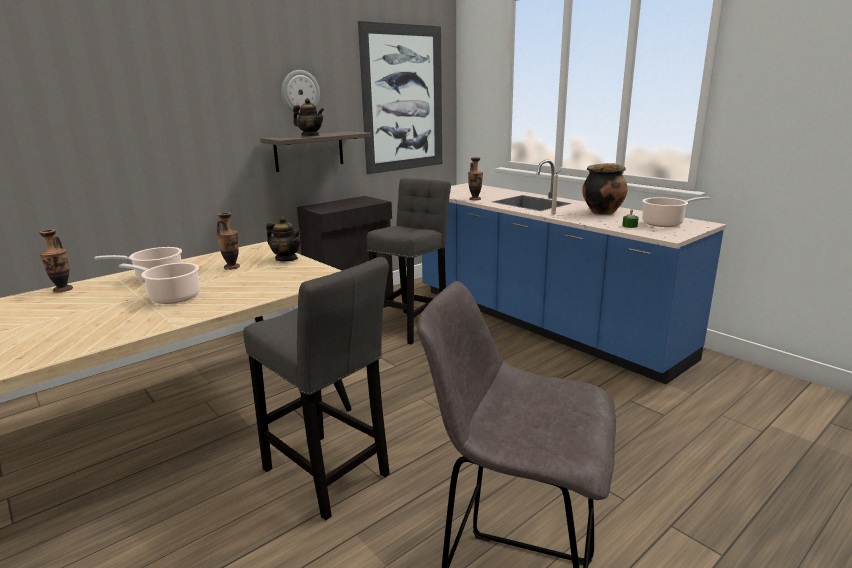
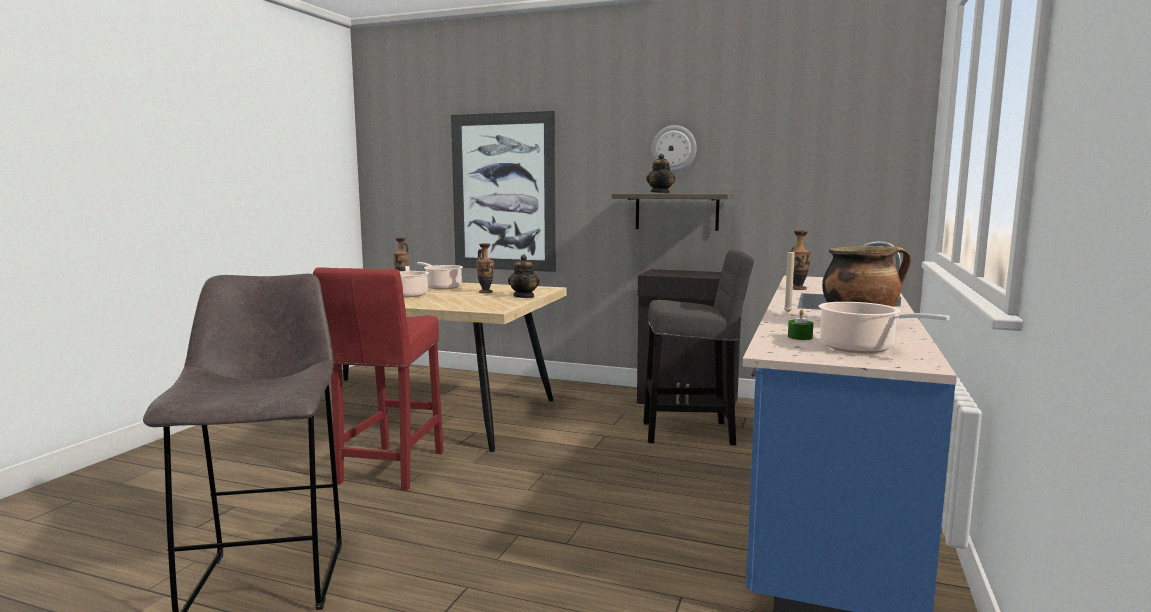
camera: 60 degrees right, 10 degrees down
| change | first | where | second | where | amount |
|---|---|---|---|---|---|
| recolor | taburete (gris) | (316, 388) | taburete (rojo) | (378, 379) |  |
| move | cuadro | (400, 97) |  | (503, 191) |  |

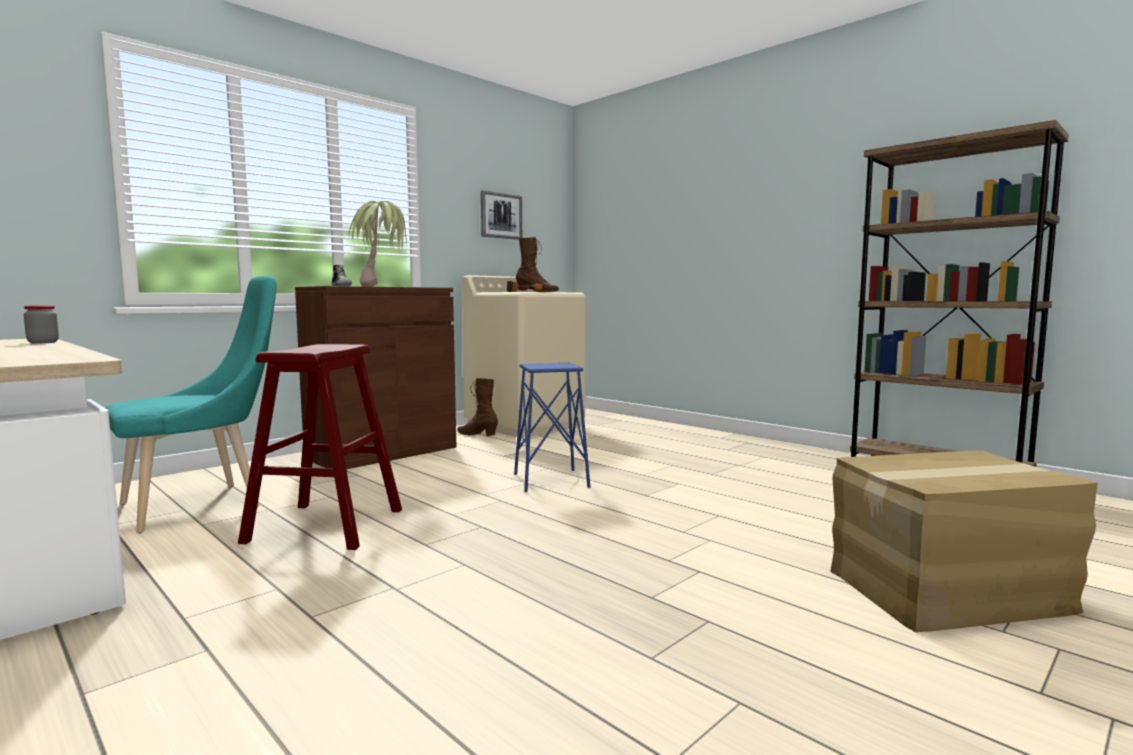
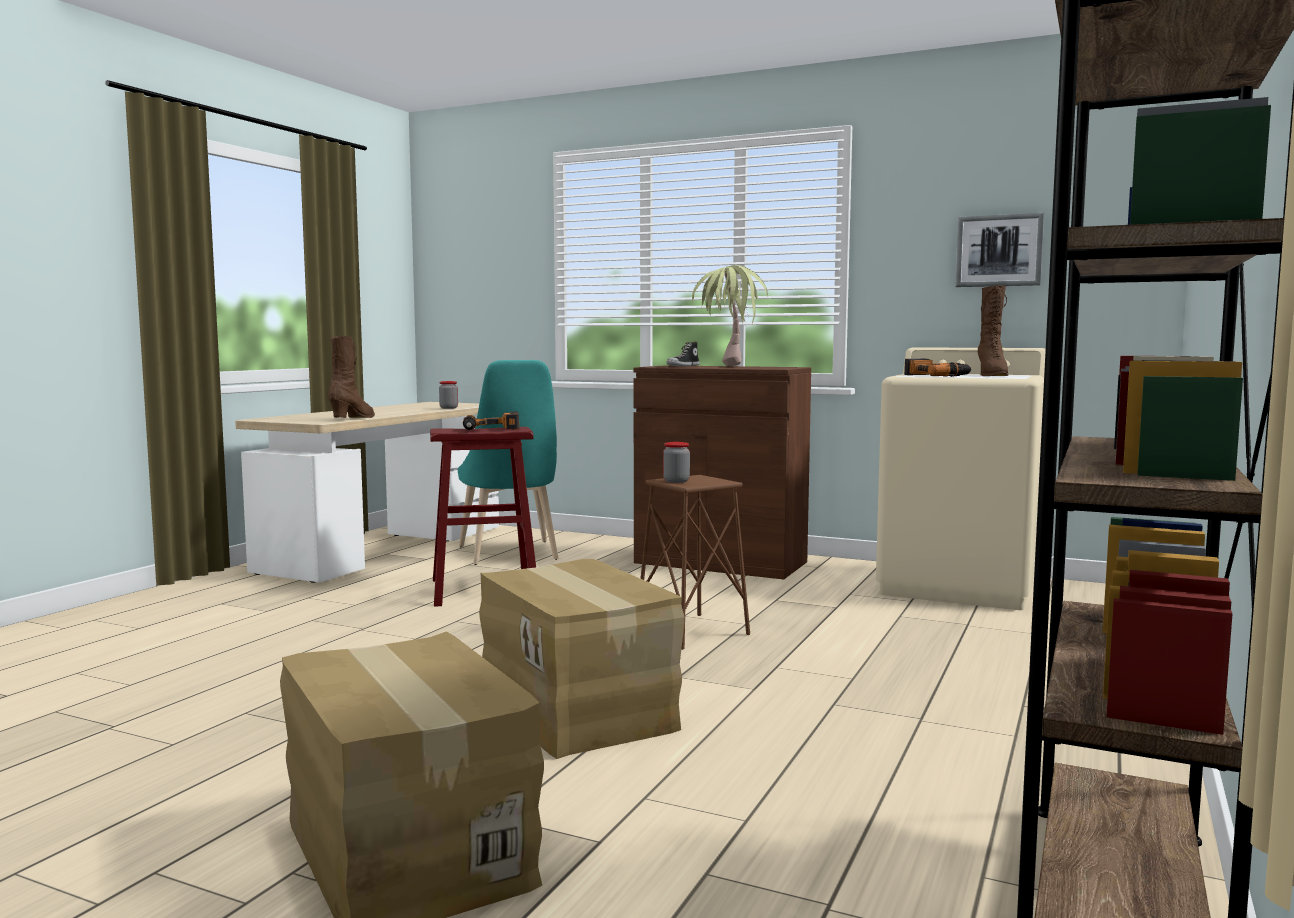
camera: 70 degrees right, 0 degrees up
| change | first | where | second | where | amount |
|---|---|---|---|---|---|
| rotate | silla (turquesa) | (191, 404) |  | (508, 462) | 45 degrees clockwise |
| move | bota (marrón) | (477, 407) |  | (351, 377) |  |
| recolor | taburete (azul) | (552, 427) | taburete (marrón) | (695, 562) |  |
| insert |  |  | taladro | (491, 420) |  |
| insert |  |  | caja de cartón | (582, 659) |  |
| insert |  |  | tarro | (676, 462) |  |

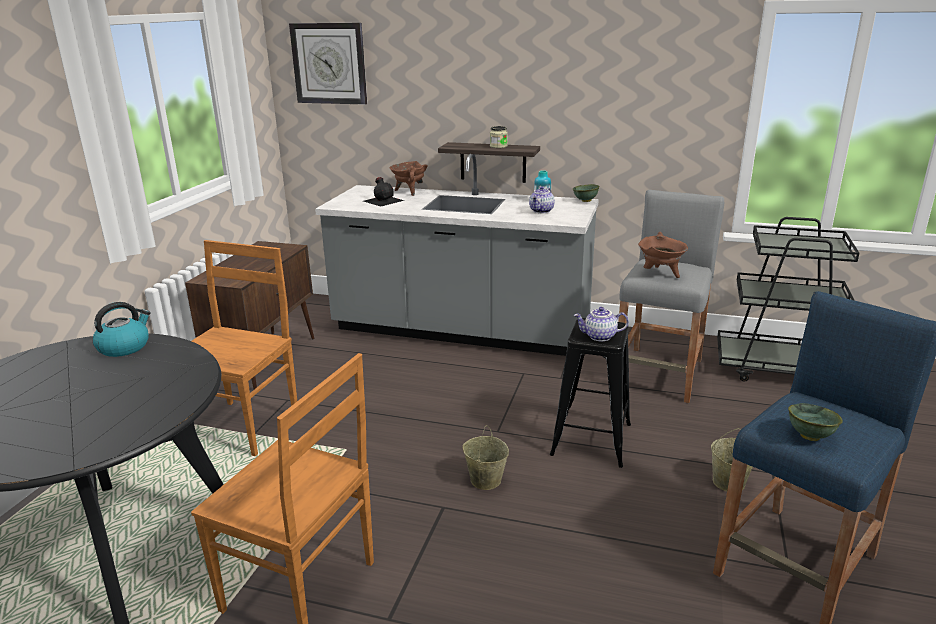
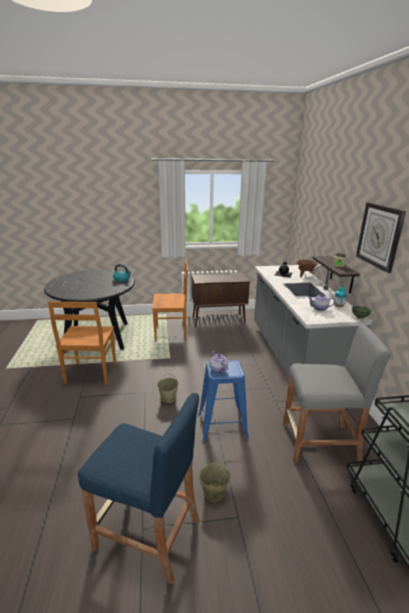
camera: 65 degrees right, 0 degrees up
| change | first | where | second | where | amount |
|---|---|---|---|---|---|
| move | reloj de pared | (328, 64) |  | (381, 237) |  |
| recolor | taburete (negro) | (590, 393) | taburete (azul) | (223, 401) |  |
| delete | olla (marrón) | (663, 255) |  |  |  |
| delete | cuenco (verde) | (815, 422) |  |  |  |

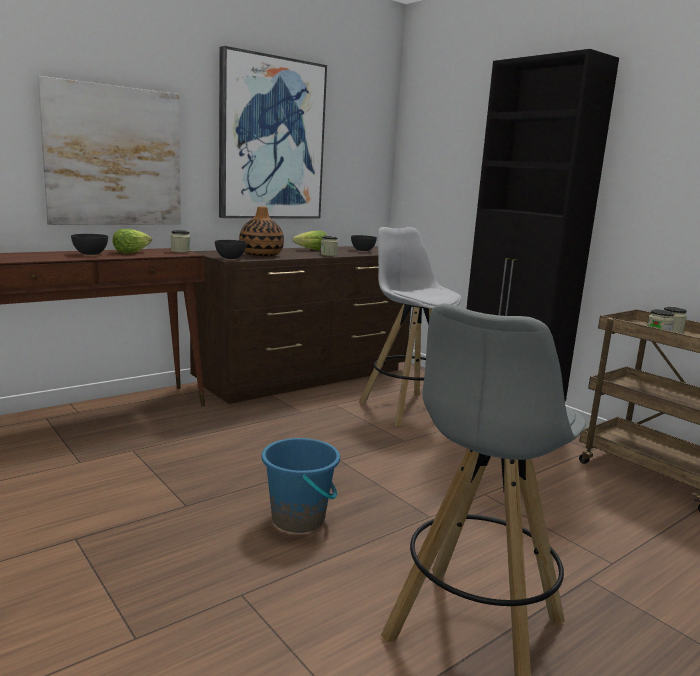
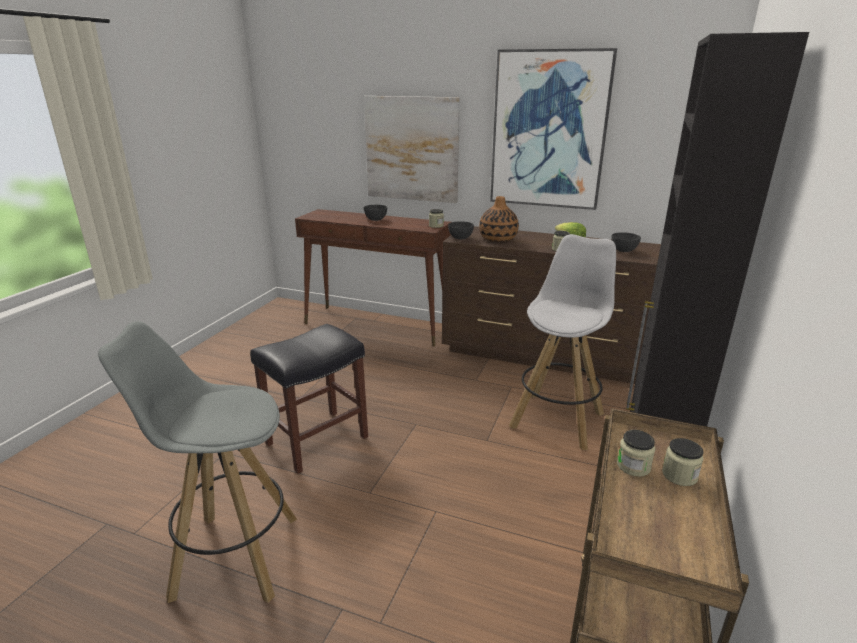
camera: 60 degrees right, 10 degrees up
| change | first | where | second | where | amount |
|---|---|---|---|---|---|
| delete | lechuga | (132, 241) |  |  |  |
| replace | cubo (azul) | (300, 485) | taburete (negro) | (309, 399) |  |

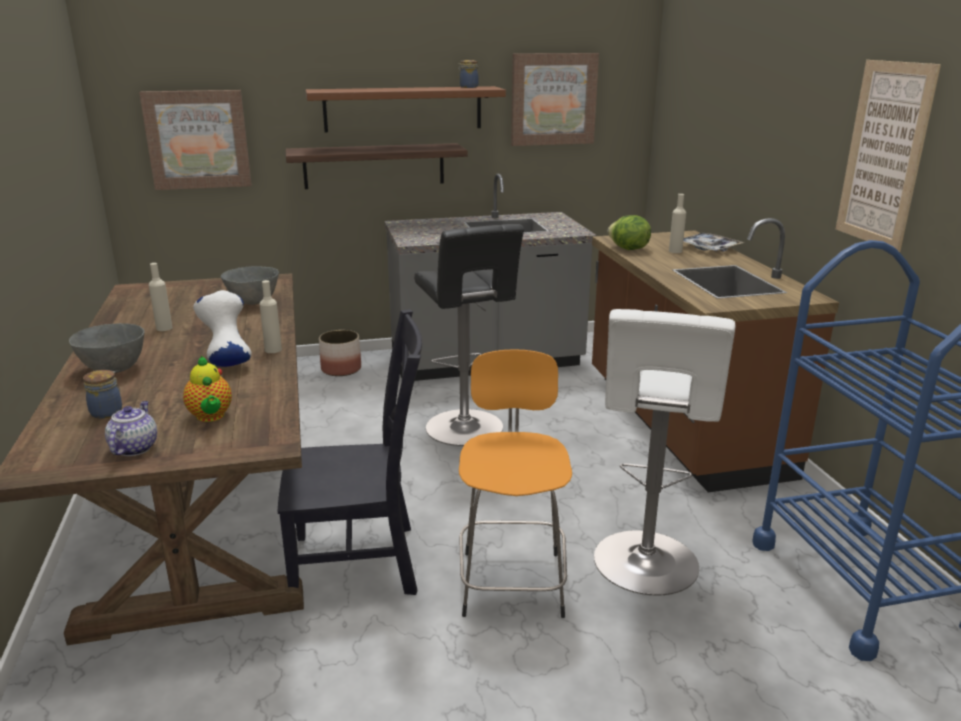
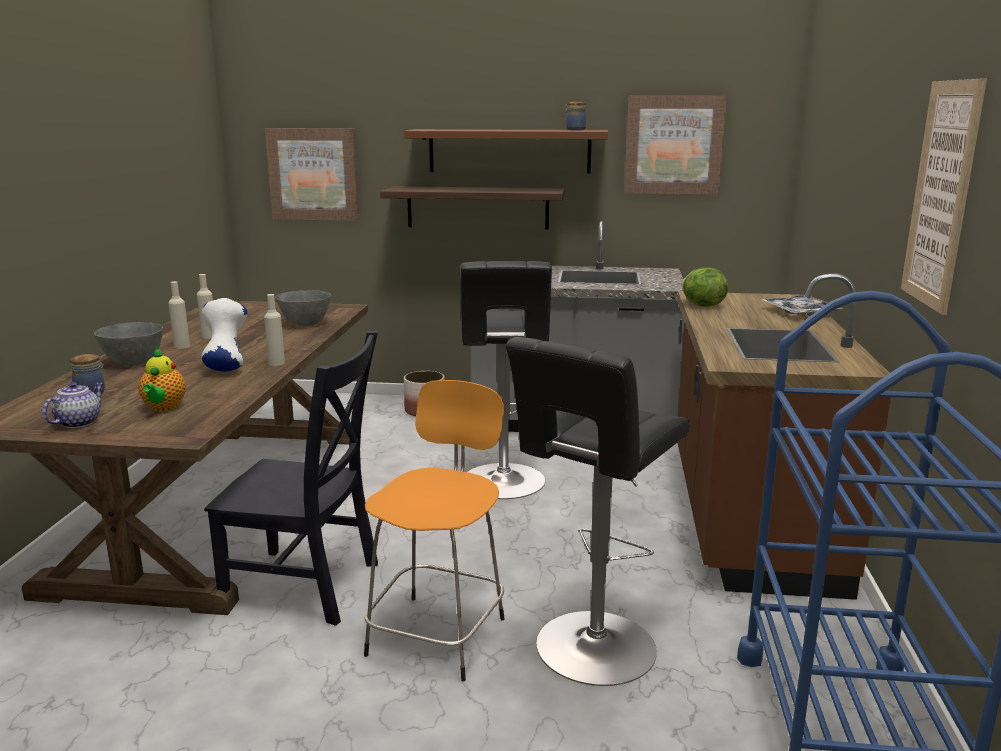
camera: 20 degrees right, 5 degrees down
| change | first | where | second | where | amount |
|---|---|---|---|---|---|
| recolor | taburete (blanco) | (665, 452) | taburete (negro) | (597, 511) |  |
| move | botella (beis) | (677, 223) |  | (179, 315) |  |

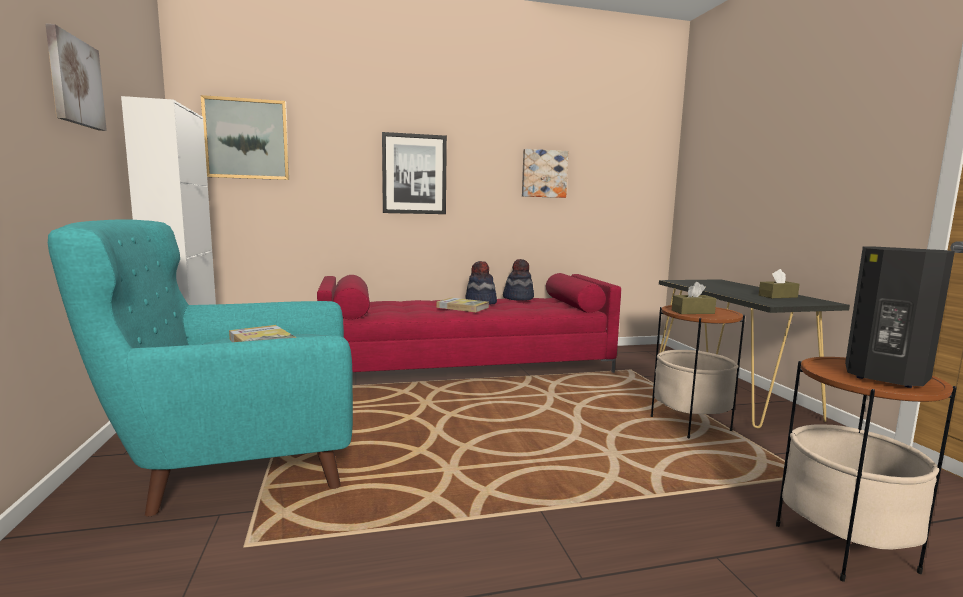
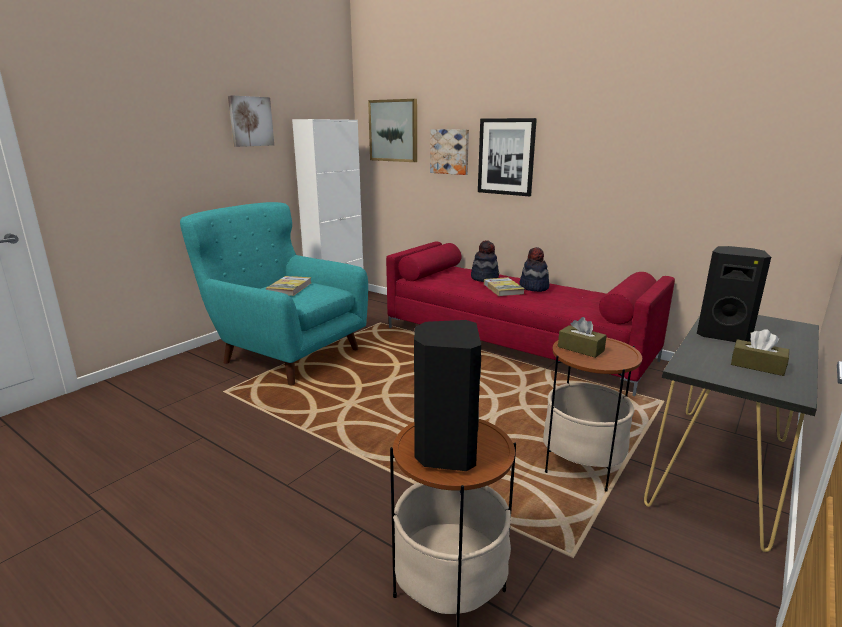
camera: 50 degrees right, 10 degrees up
| change | first | where | second | where | amount |
|---|---|---|---|---|---|
| move | sombrero | (518, 280) |  | (485, 261) |  |
| move | cuadro | (545, 173) |  | (449, 152) |  |
| insert |  |  | altavoz (negro) | (734, 294) |  |

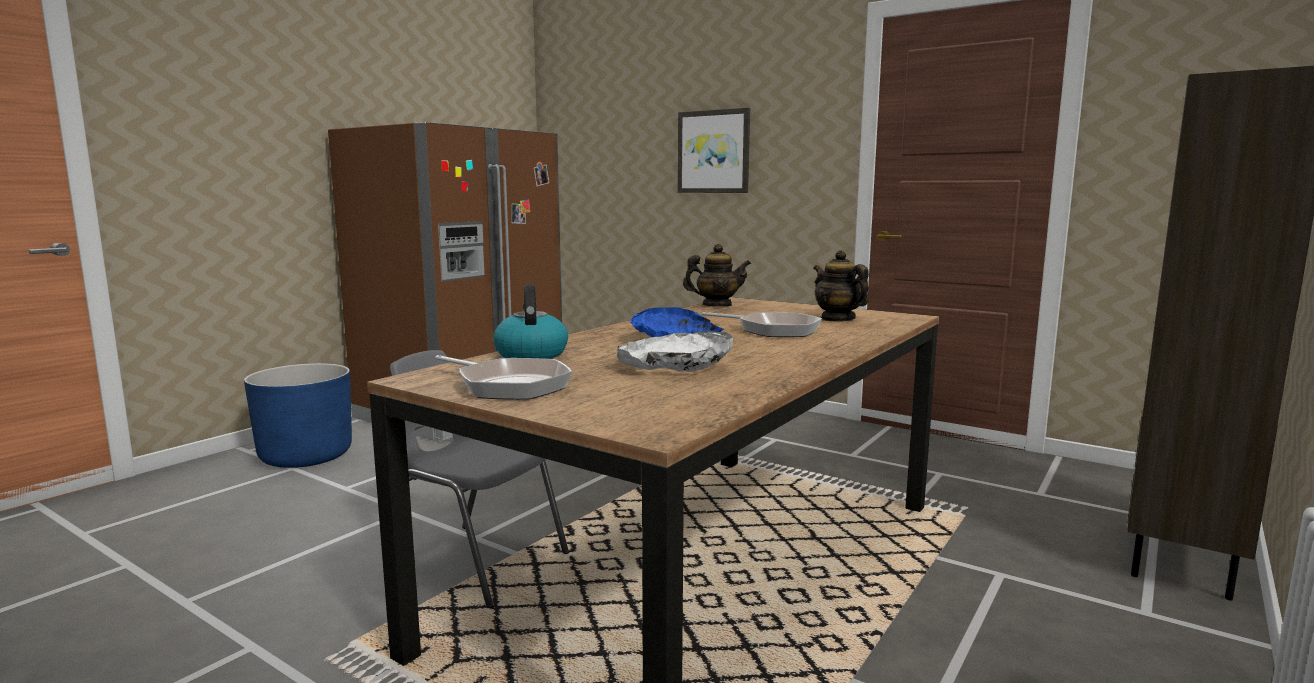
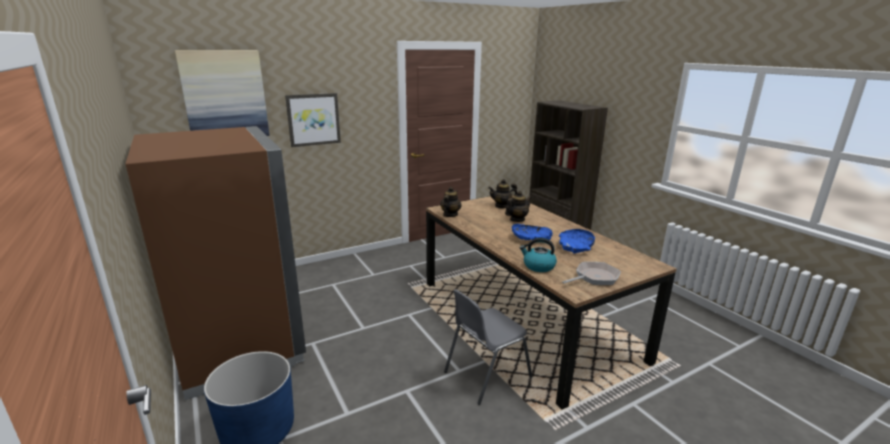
camera: 65 degrees left, 10 degrees up
| change | first | where | second | where | amount |
|---|---|---|---|---|---|
| recolor | cuenco (blanco) | (675, 351) | cuenco (azul) | (577, 241) |  |
| replace | sartén | (762, 324) | tetera | (518, 206) |  |
| insert |  |  | cuadro | (222, 93) |  |

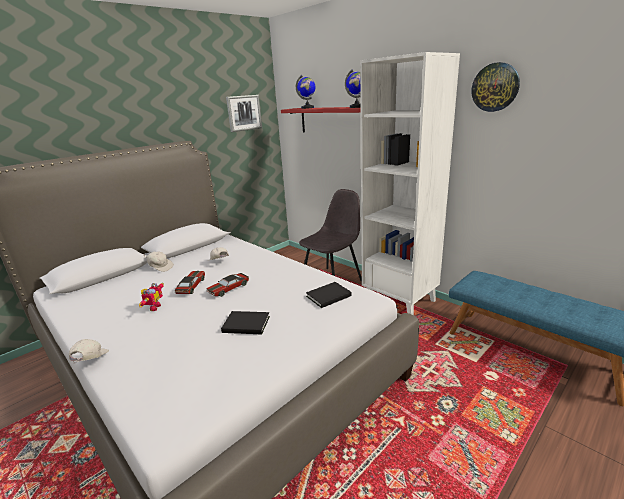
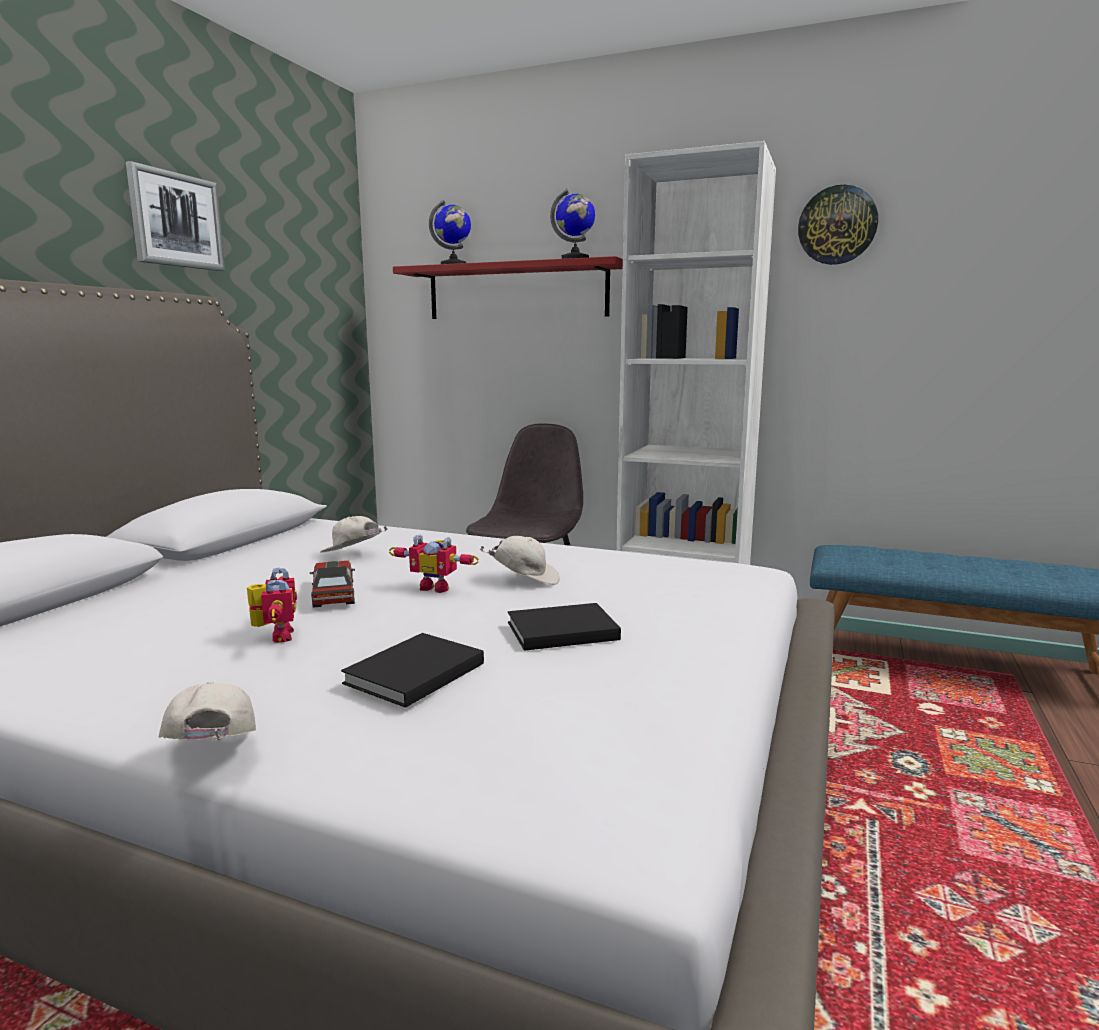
camera: 25 degrees left, 10 degrees down
| change | first | where | second | where | amount |
|---|---|---|---|---|---|
| move | gorra (blanco) | (158, 262) |  | (520, 560) |  |
| replace | coche de juguete | (227, 285) | robot de juguete | (434, 563) |  |
| move | cuadro | (244, 113) |  | (175, 216) |  |
| move | libro (negro) | (329, 295) |  | (412, 670) |  |

